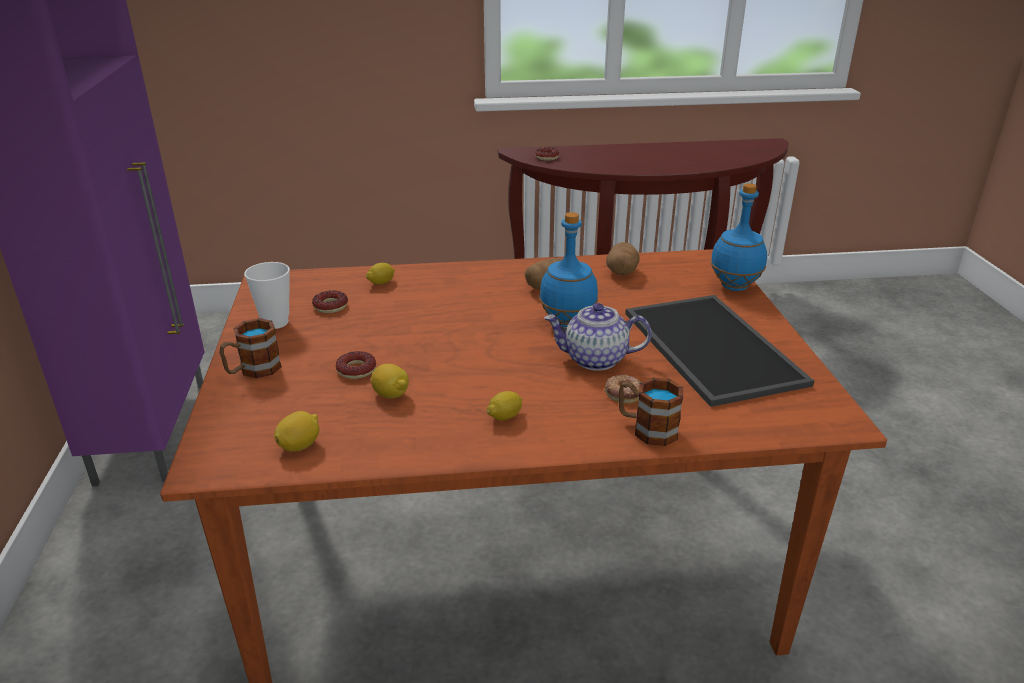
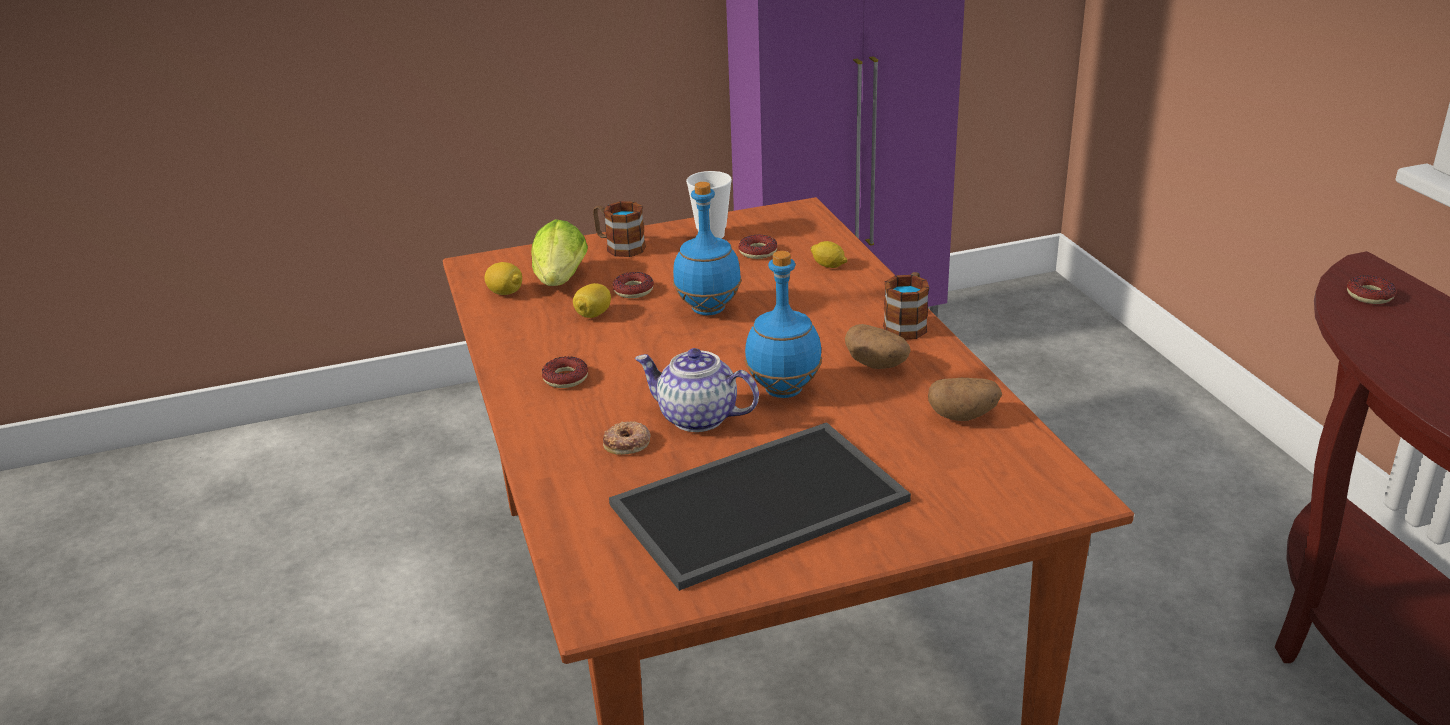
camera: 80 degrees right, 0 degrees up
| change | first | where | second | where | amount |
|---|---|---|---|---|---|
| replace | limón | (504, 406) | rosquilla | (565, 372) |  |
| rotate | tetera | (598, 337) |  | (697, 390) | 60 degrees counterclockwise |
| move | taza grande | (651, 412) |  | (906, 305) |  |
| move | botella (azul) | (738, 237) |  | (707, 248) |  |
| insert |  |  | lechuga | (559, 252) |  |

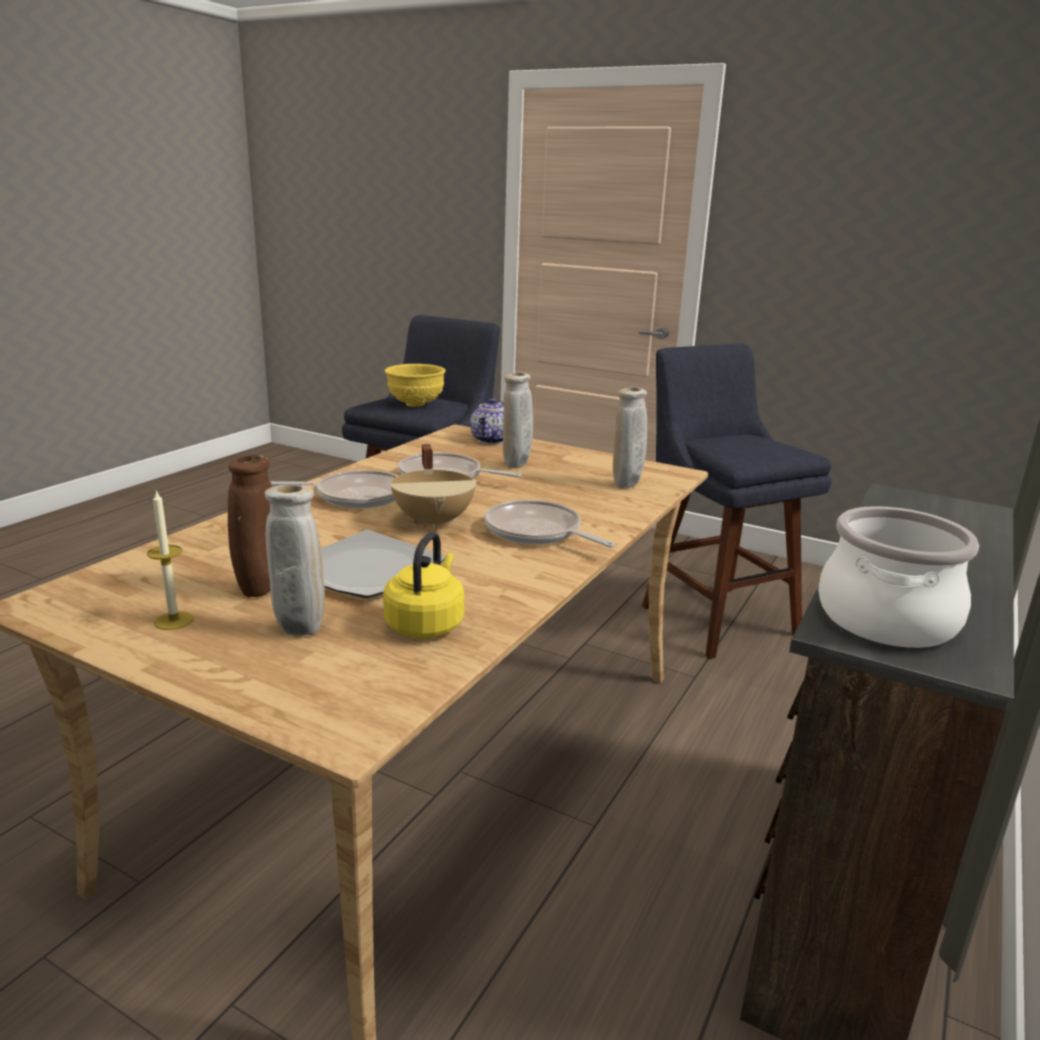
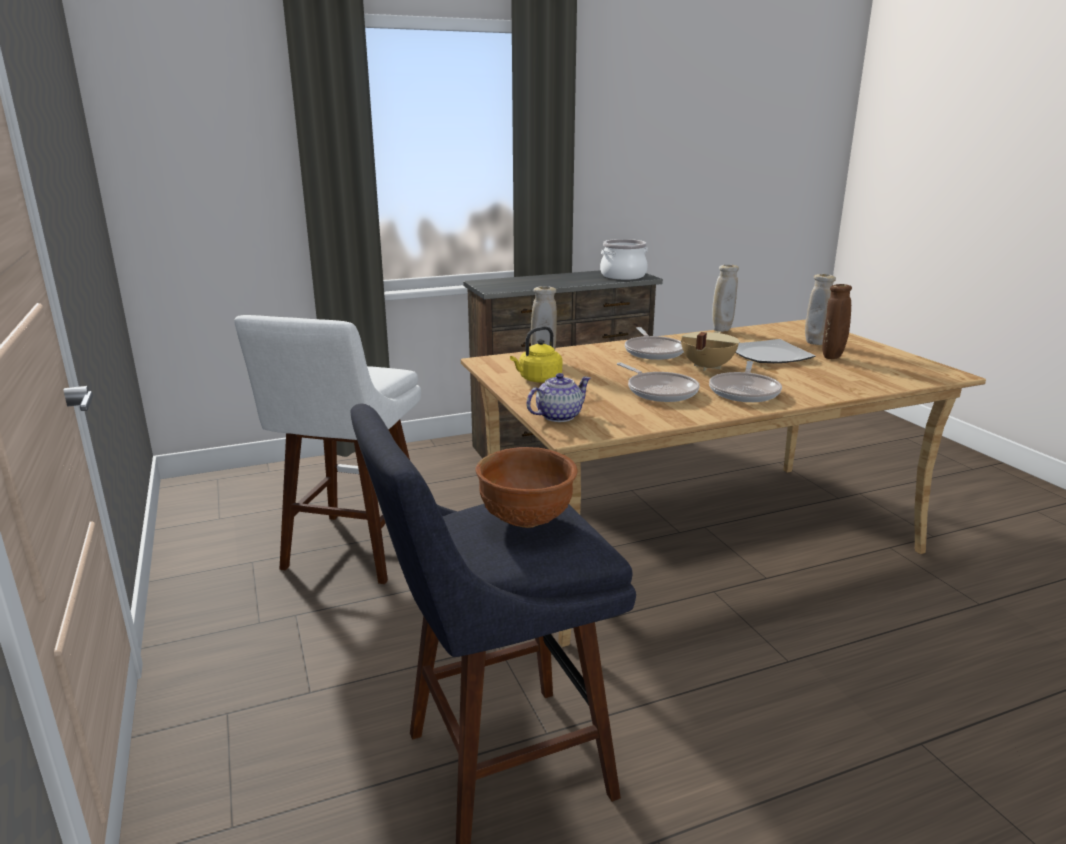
camera: 140 degrees left, 0 degrees up
| change | first | where | second | where | amount |
|---|---|---|---|---|---|
| delete | vela | (170, 559) |  |  |  |
| rotate | sartén | (334, 489) |  | (745, 381) | 105 degrees counterclockwise |
| move | hervidor (amarillo) | (423, 585) |  | (536, 354) |  |
| recolor | cuenco (amarillo) | (415, 385) | cuenco (marrón) | (526, 487) |  |
| move | florero (beis) | (518, 420) |  | (725, 298) |  |
| recolor | taburete (azul) | (737, 501) | taburete (blanco) | (327, 449) |  |

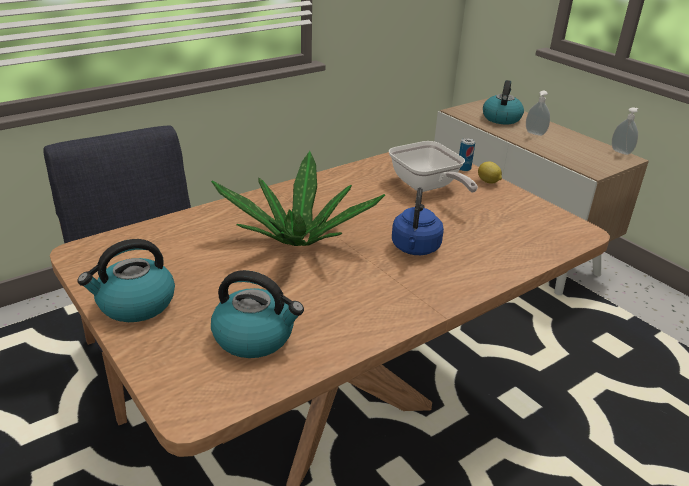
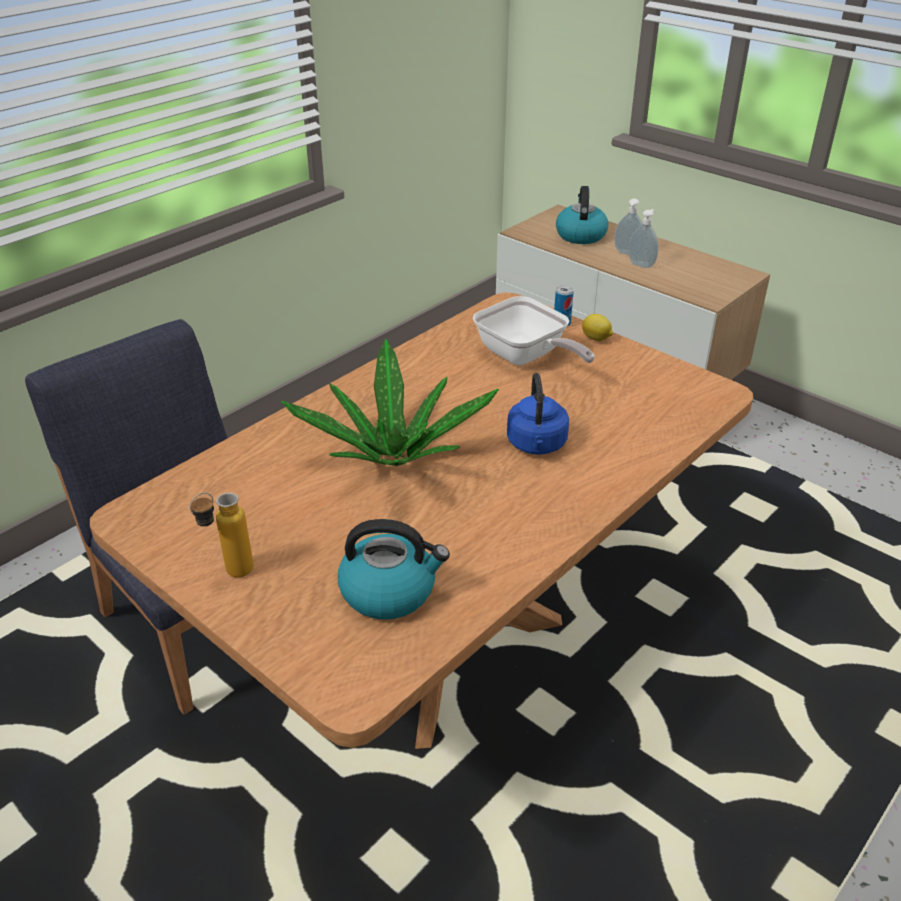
camera: 10 degrees left, 5 degrees up
| change | first | where | second | where | amount |
|---|---|---|---|---|---|
| replace | hervidor | (126, 280) | botella | (222, 535) |  |
| move | dispensador de jabón | (625, 131) |  | (643, 238) |  |

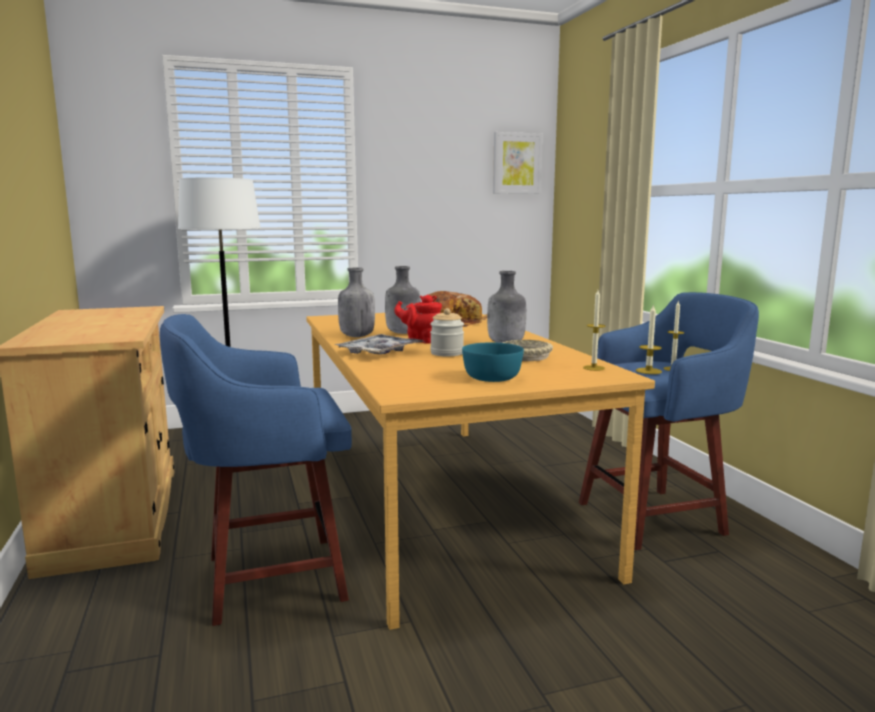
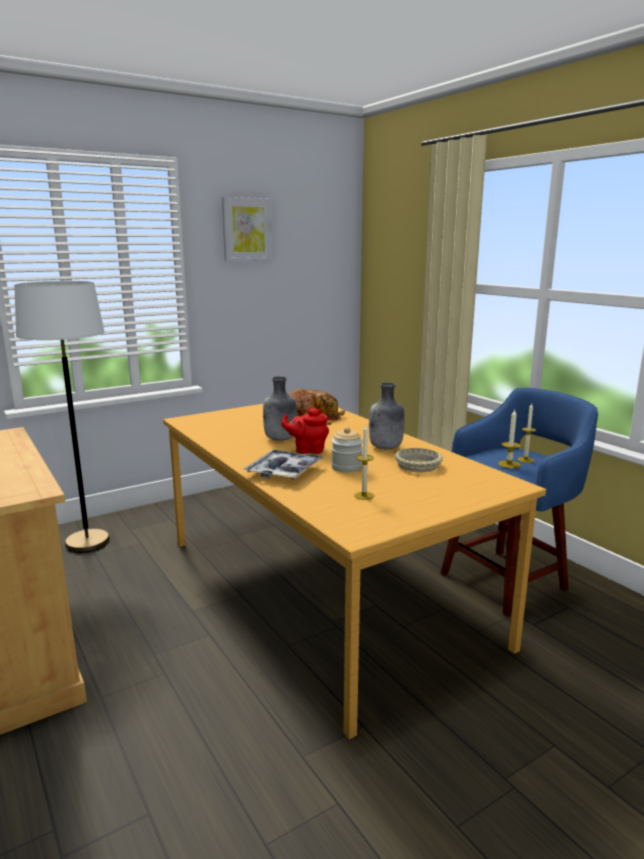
camera: 15 degrees left, 5 degrees up
| change | first | where | second | where | amount |
|---|---|---|---|---|---|
| delete | taburete (azul) | (256, 470) |  |  |  |
| delete | botella (gris) | (356, 302) |  |  |  |
| delete | cuenco (turquesa) | (493, 362) |  |  |  |
| move | cuadro | (518, 163) |  | (247, 229) |  |
| move | vela | (594, 330) |  | (364, 462) |  |

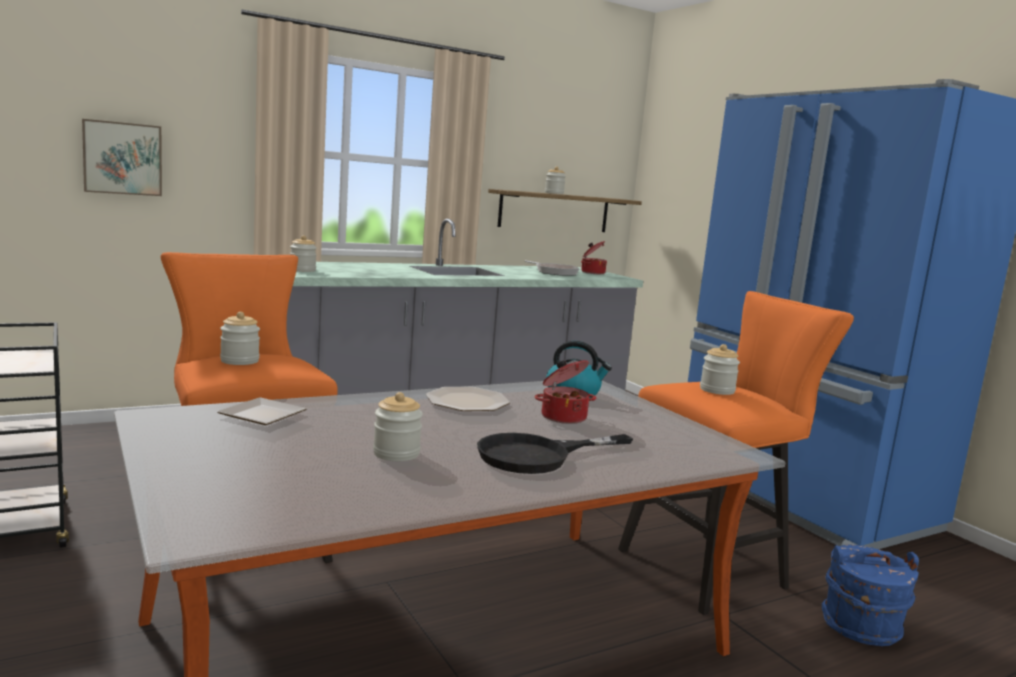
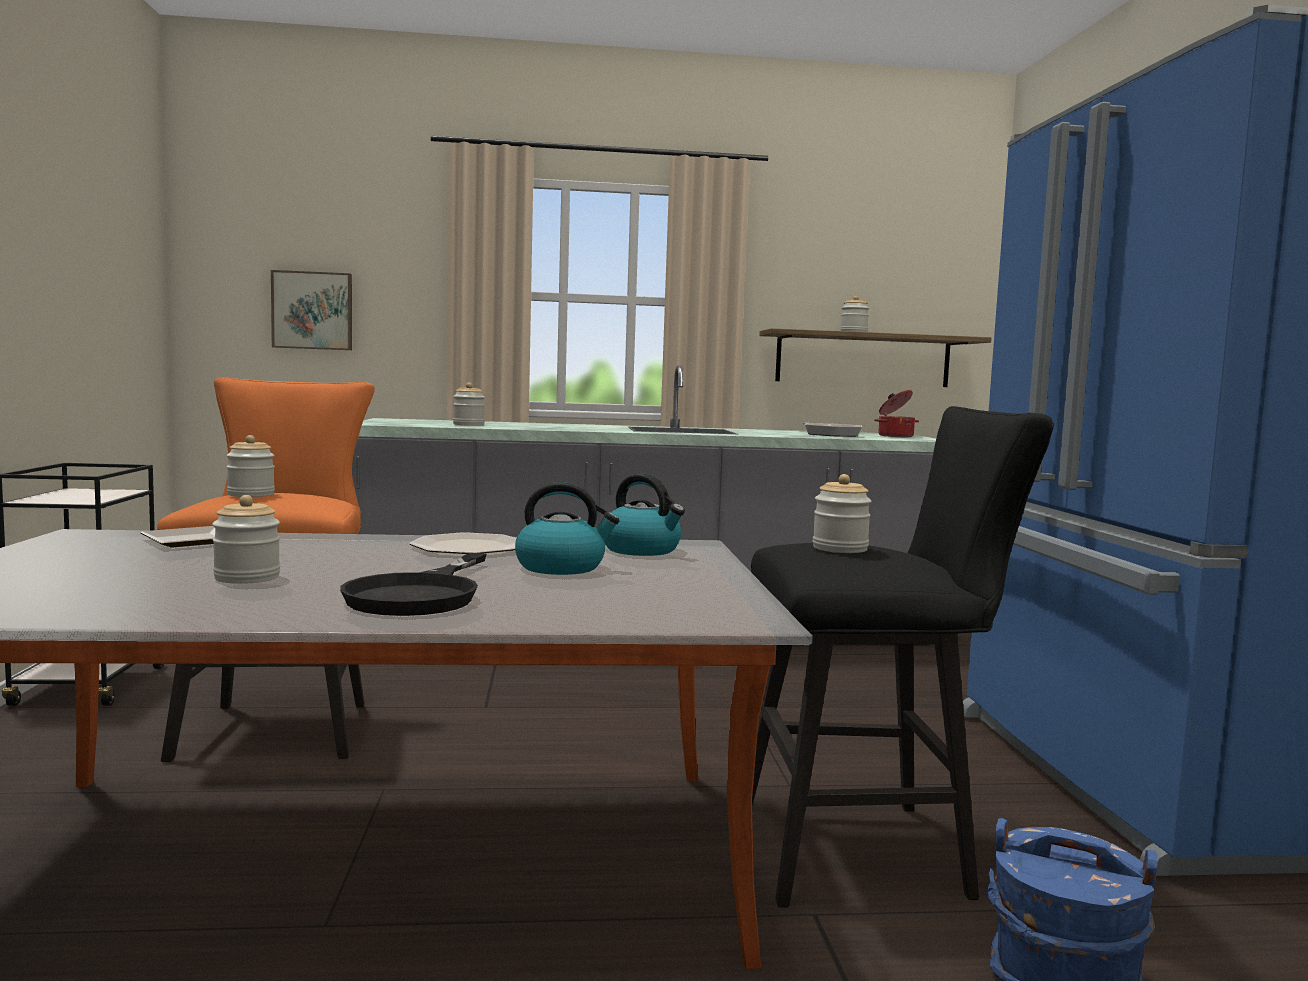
camera: 25 degrees right, 5 degrees down
| change | first | where | second | where | amount |
|---|---|---|---|---|---|
| rotate | sartén (negro) | (555, 453) |  | (413, 584) | 75 degrees counterclockwise |
| replace | olla | (565, 392) | hervidor | (567, 528) |  |
| recolor | taburete (naranja) | (736, 453) | taburete (negro) | (902, 657) |  |

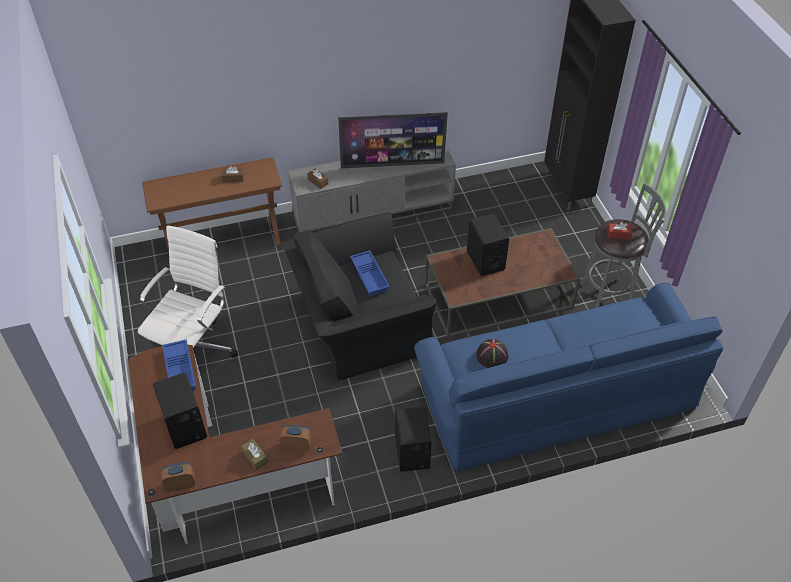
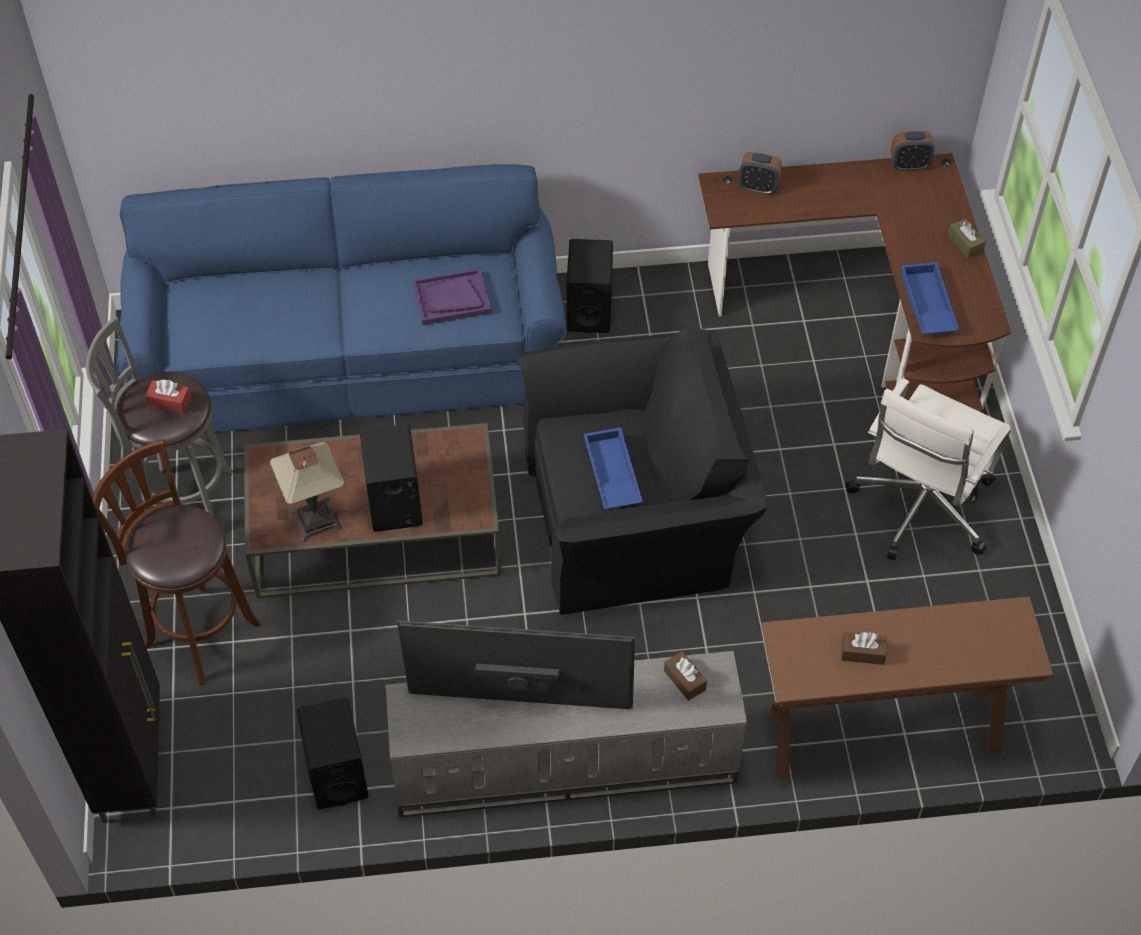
camera: 170 degrees left, 5 degrees up
| change | first | where | second | where | amount |
|---|---|---|---|---|---|
| move | altavoz (negro) | (180, 411) |  | (333, 753) |  |
| move | caja de pañuelos (marrón) | (254, 454) |  | (967, 238) |  |
| replace | sombrero (negro) | (492, 353) | bandeja (morado) | (452, 296) |  |
| insert |  |  | taburete (marrón) | (176, 562) |  |
| insert |  |  | lámpara de mesa | (307, 492) |  |

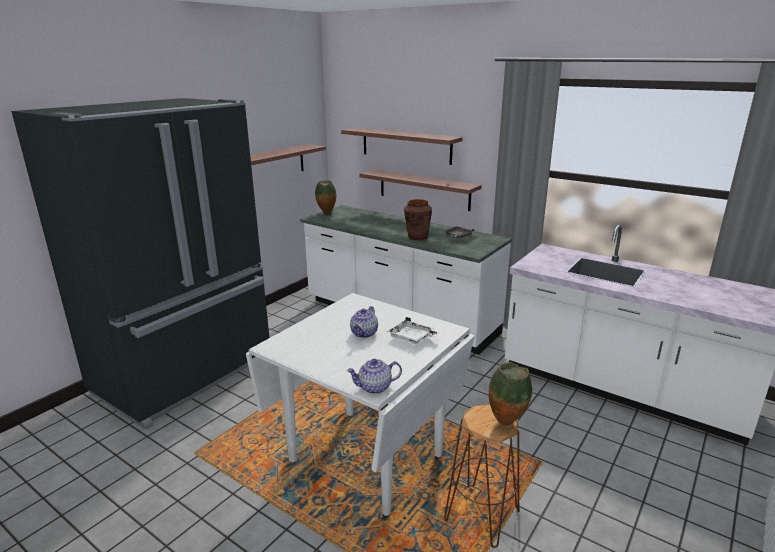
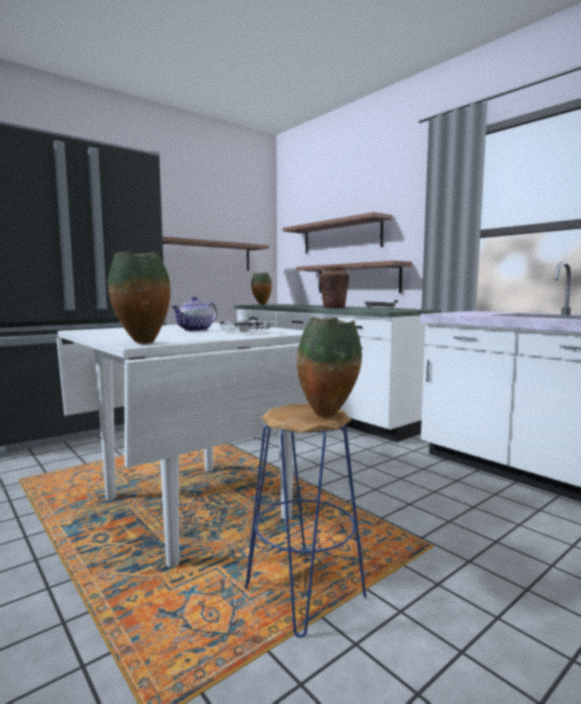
camera: 15 degrees right, 15 degrees down
| change | first | where | second | where | amount |
|---|---|---|---|---|---|
| replace | tetera | (374, 376) | florero | (139, 298) |  |
| recolor | taburete (marrón) | (481, 476) | taburete (azul) | (305, 521) |  |

